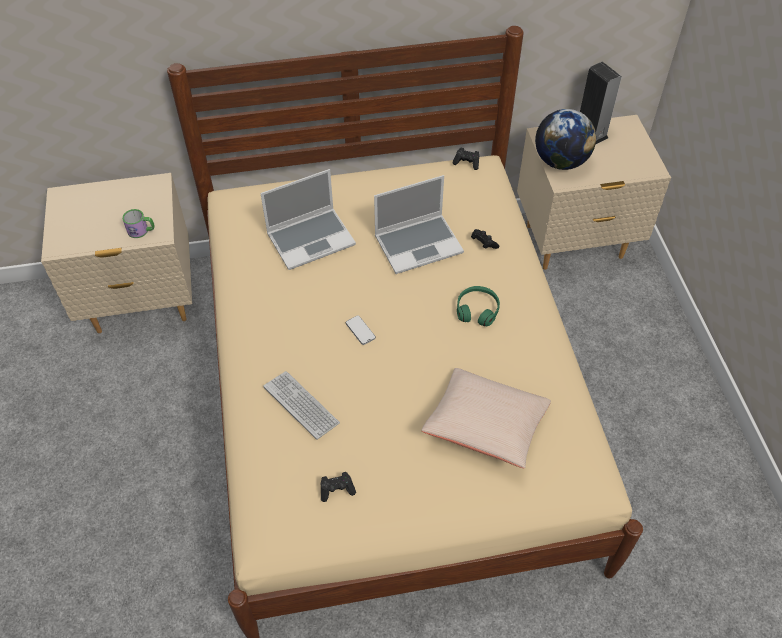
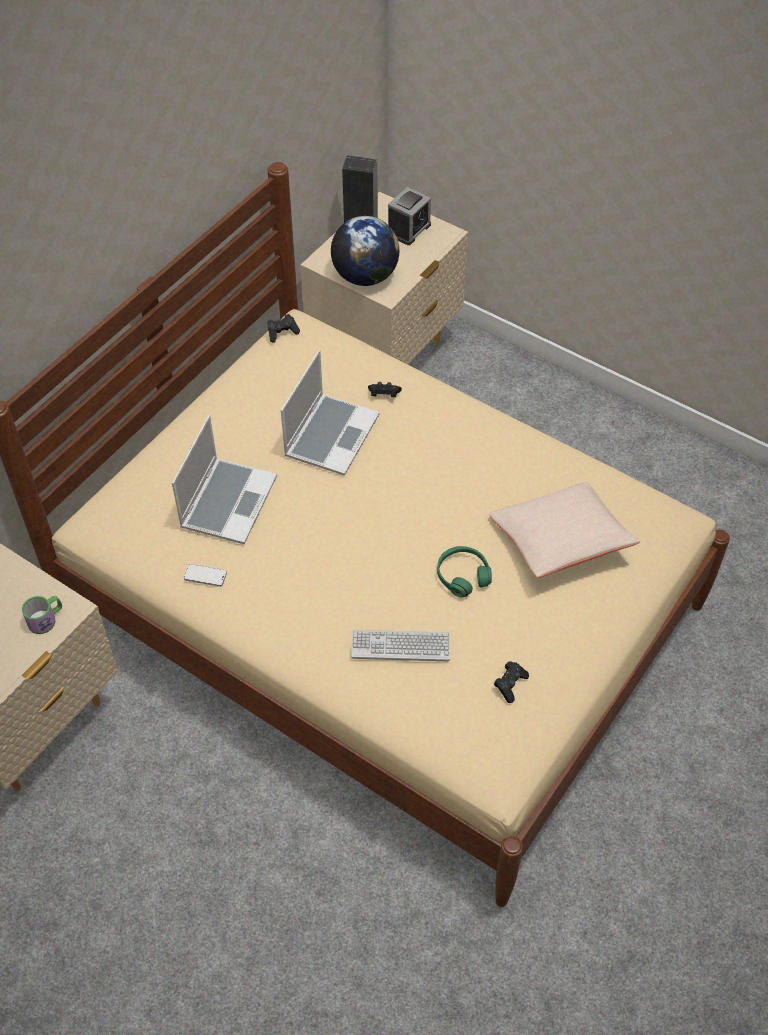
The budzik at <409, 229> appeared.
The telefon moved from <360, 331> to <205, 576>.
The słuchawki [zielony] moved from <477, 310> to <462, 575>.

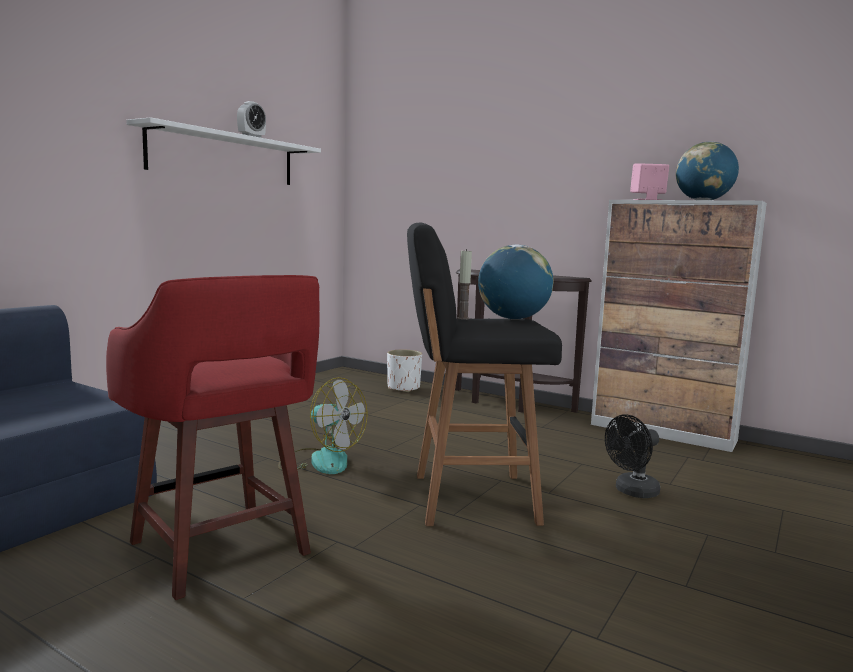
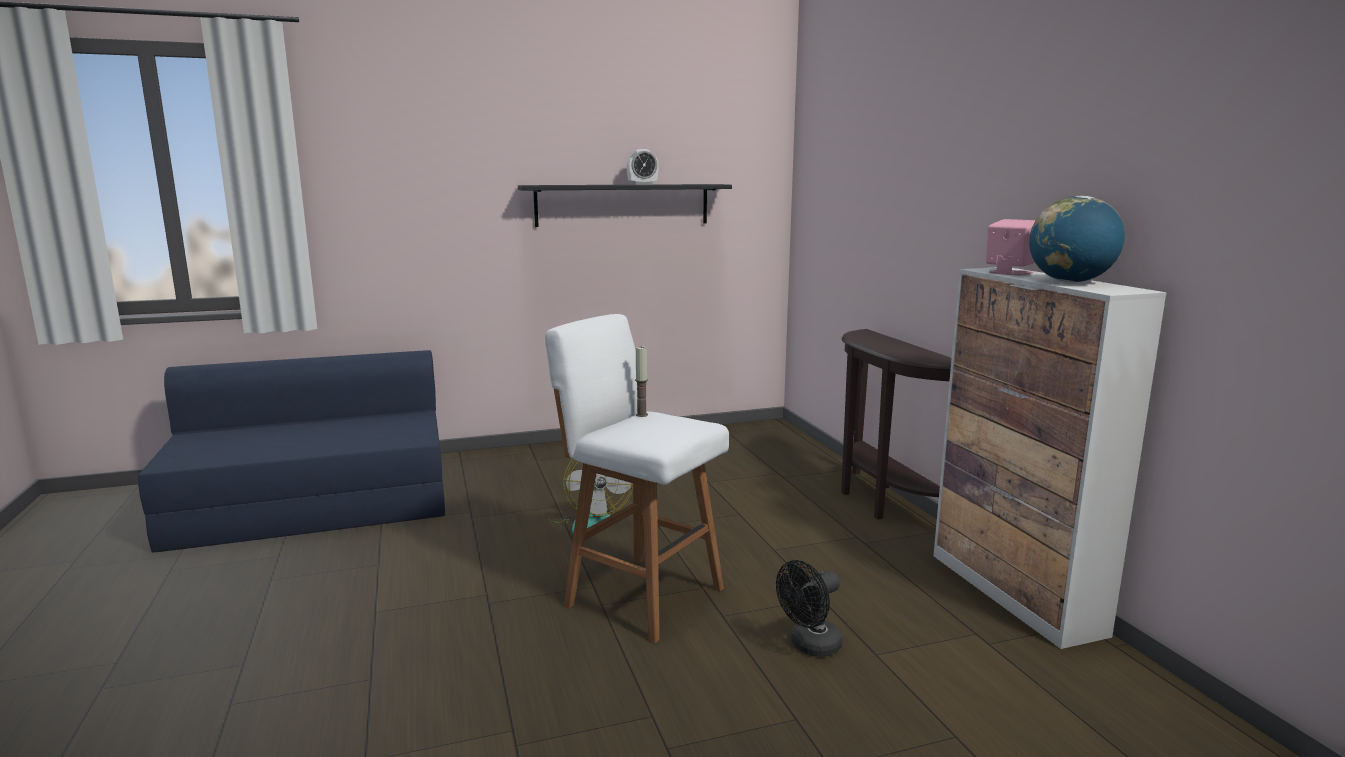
The stołek [czerwony] at <222, 550> disappeared.
The donica [biały] at <403, 388> disappeared.
The globus at <513, 319> disappeared.
The półka [biały] at <224, 157> became the półka [czarny] at <623, 205>.
The stołek [czarny] at <469, 499> became the stołek [biały] at <640, 595>.
The wentylator [czarny] at <632, 492> turned 45 degrees counterclockwise.

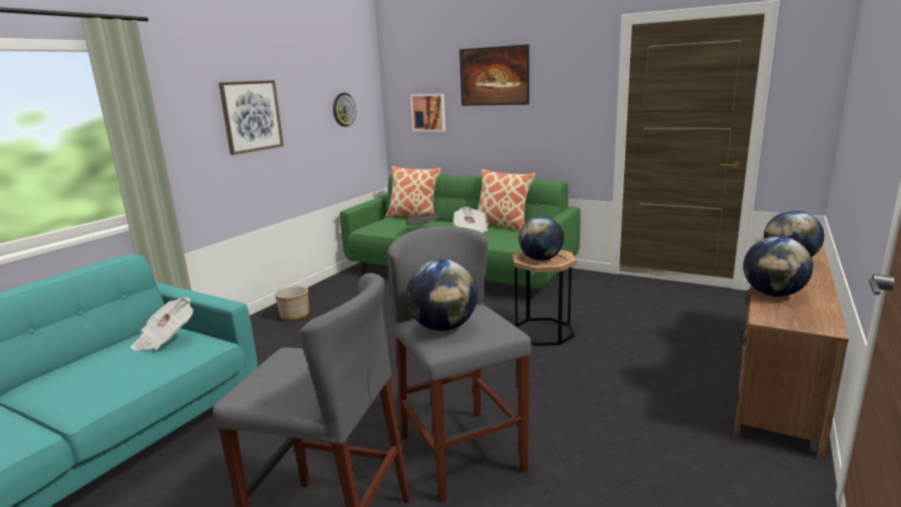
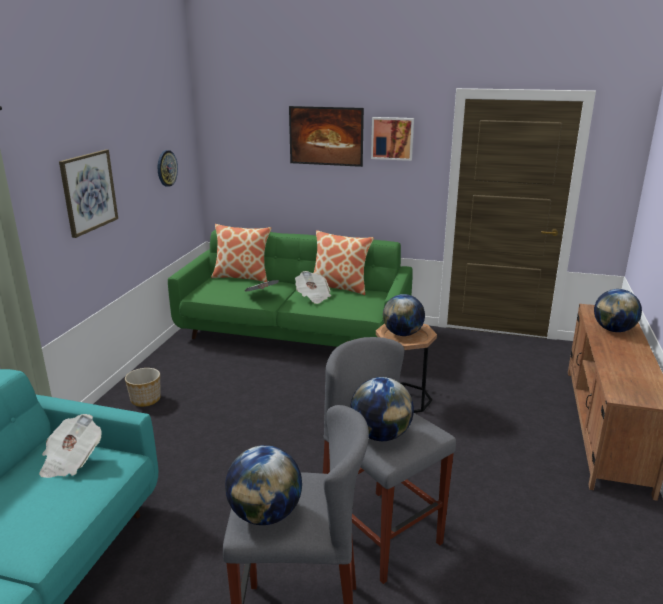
The obraz moved from <429, 112> to <392, 138>.
The globus moved from <773, 294> to <265, 514>.

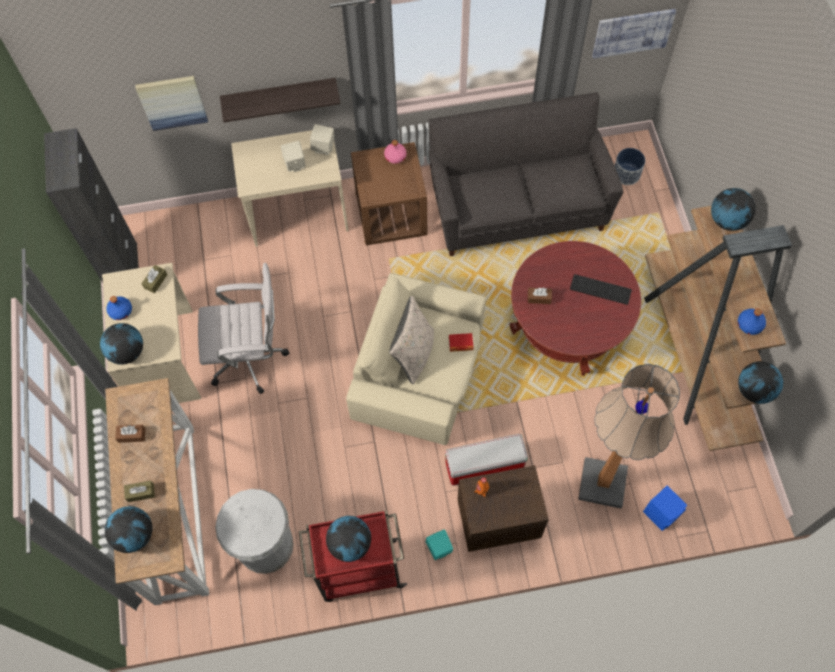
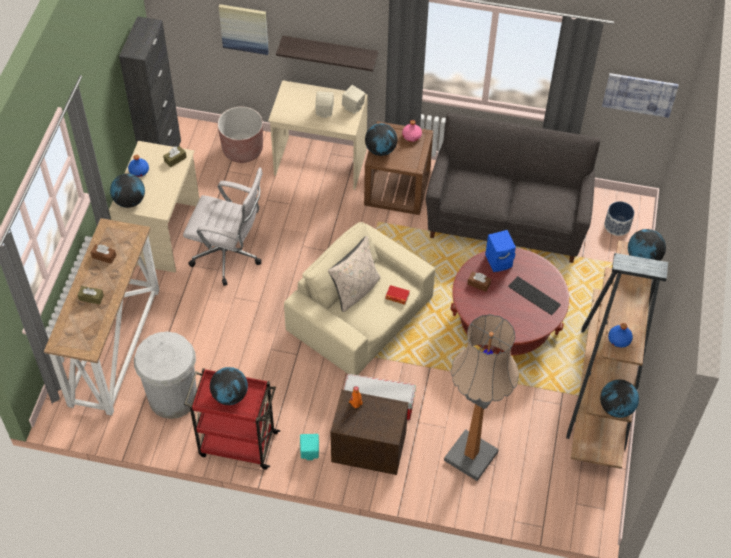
The donica [brązowy] at <242, 150> appeared.
The globus moved from <135, 535> to <380, 150>.
The głośnik [niebieski] moved from <661, 513> to <499, 261>.

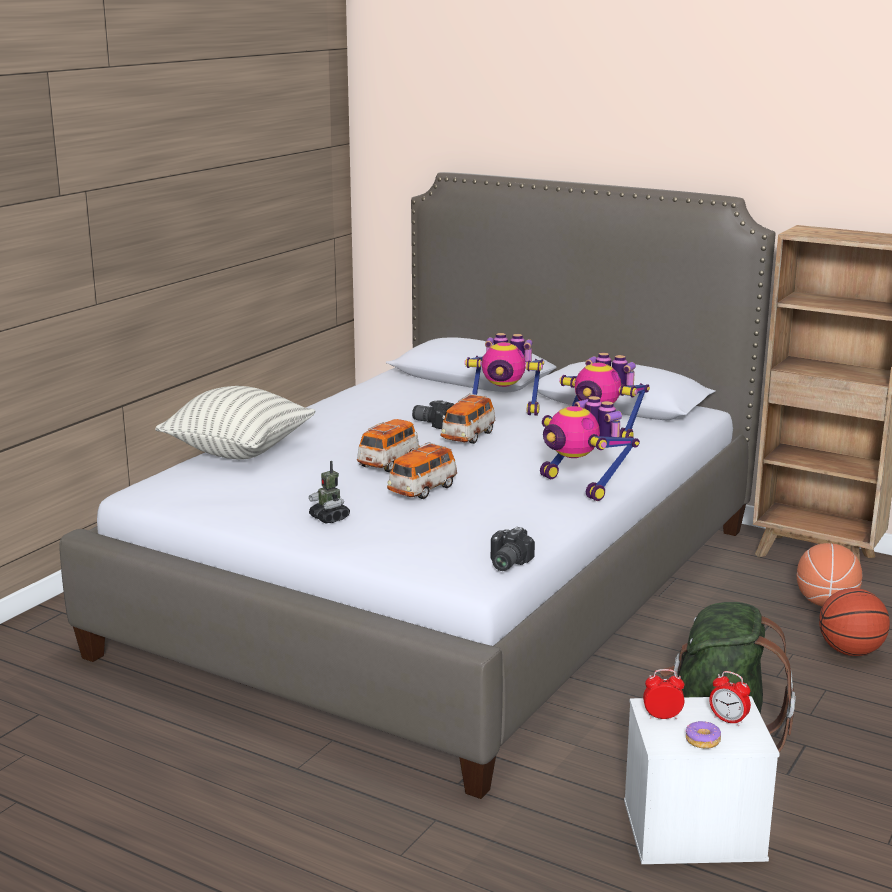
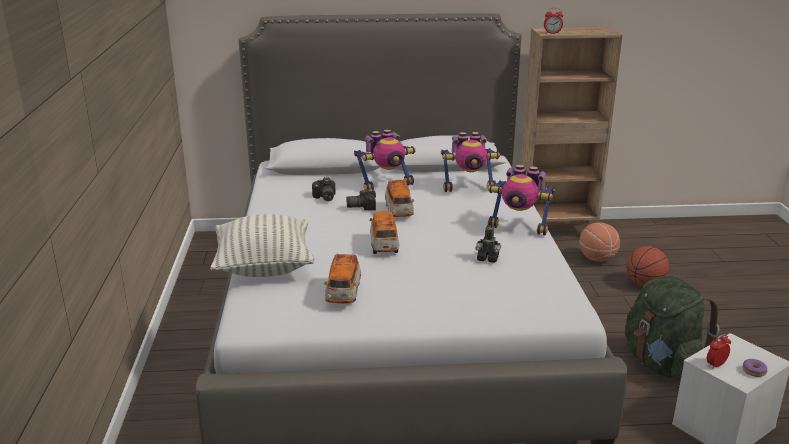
The robot zabawkowy moved from <329, 518> to <488, 258>.
The samochodzik moved from <422, 490> to <343, 293>.
The aparat fotograficzny moved from <505, 563> to <324, 198>.
The budzik moved from <728, 720> to <552, 33>.

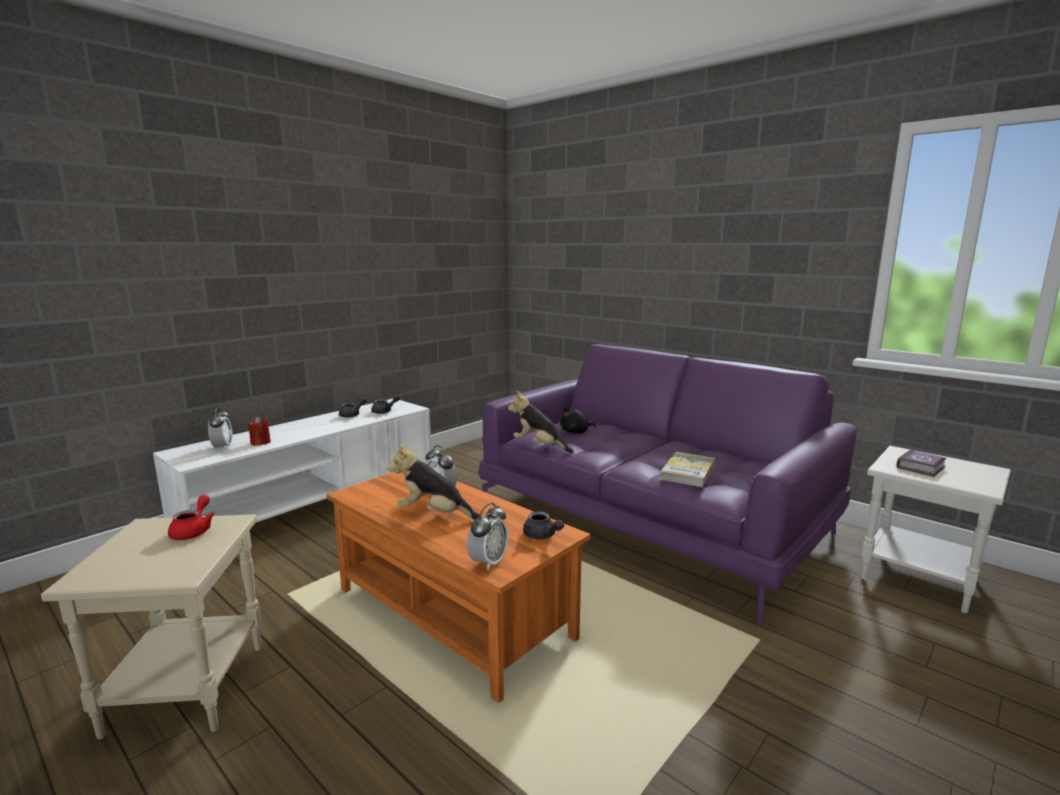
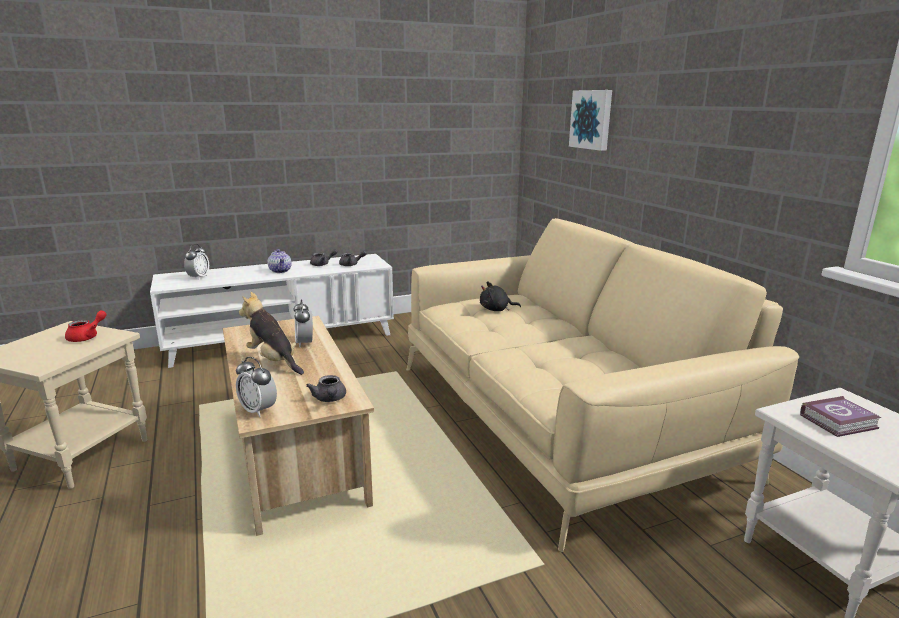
The świeca [czerwony] at <260, 442> disappeared.
The pluszak at <539, 446> disappeared.
The książka at <688, 472> disappeared.
The imbryk at <280, 271> appeared.
The obraz at <592, 119> appeared.
The ława [pomarańczowy] at <453, 613> became the ława [beżowy] at <296, 453>.
The kanapa [fioletowy] at <652, 522> became the kanapa [beżowy] at <559, 418>.
The budzik at <488, 562> turned 75 degrees clockwise.

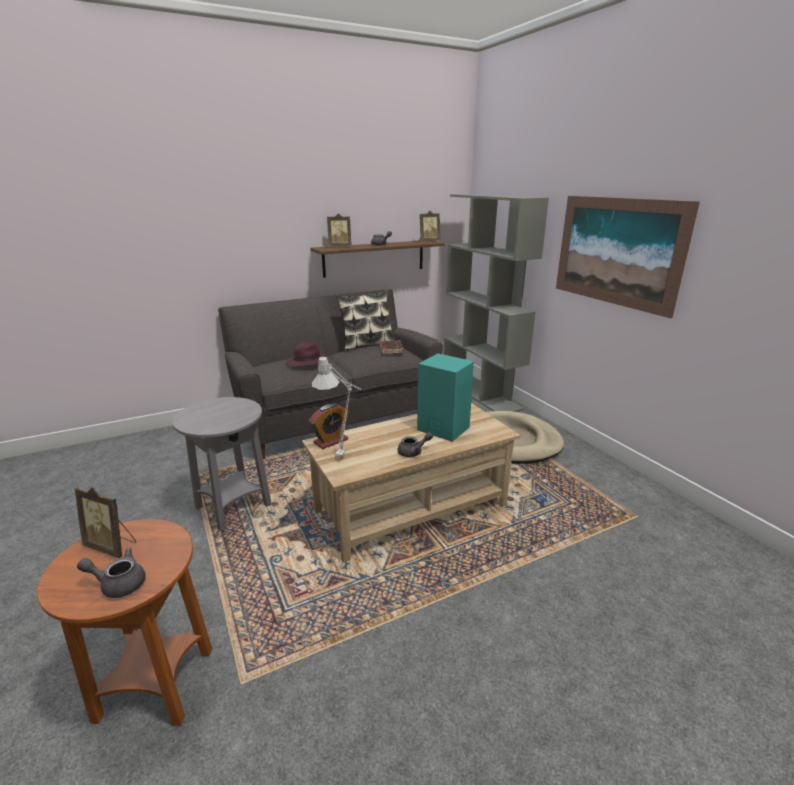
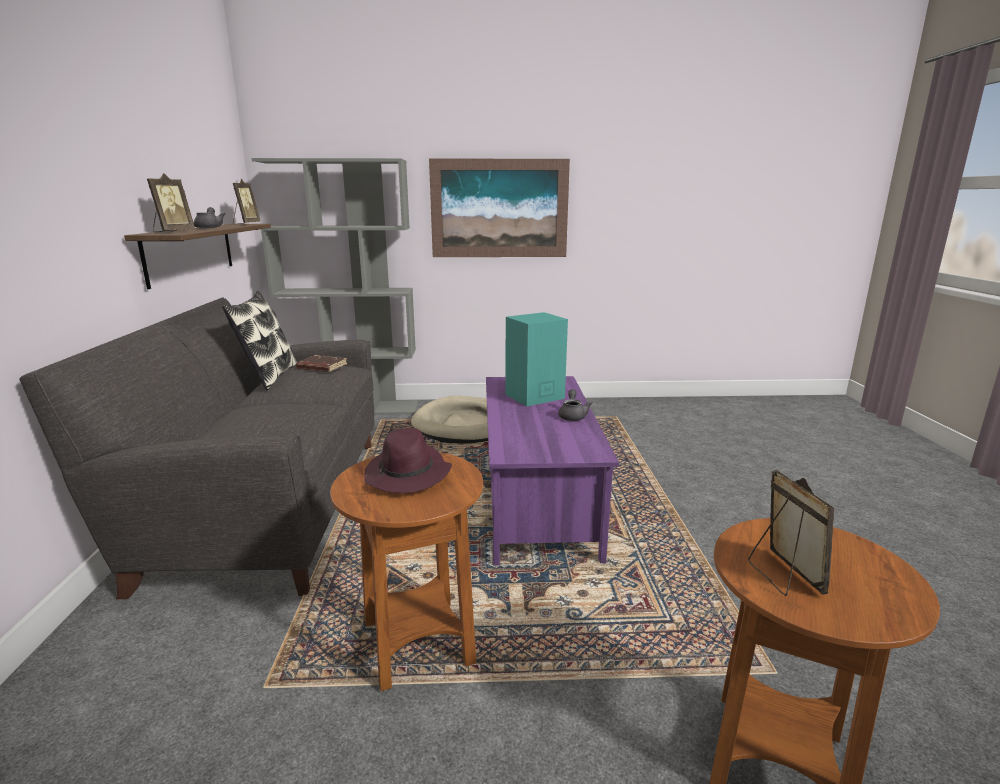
The imbryk [szary] at <118, 583> disappeared.
The budzik at <331, 441> disappeared.
The lampa stołowa [szary] at <344, 454> disappeared.
The kapelusz [fioletowy] moved from <306, 363> to <408, 475>.
The stolik [szary] at <233, 506> became the stolik [brązowy] at <417, 642>.
The ława [beżowy] at <411, 508> became the ława [fioletowy] at <536, 501>.
The ramka na zdjęcie at <112, 546> turned 60 degrees counterclockwise.

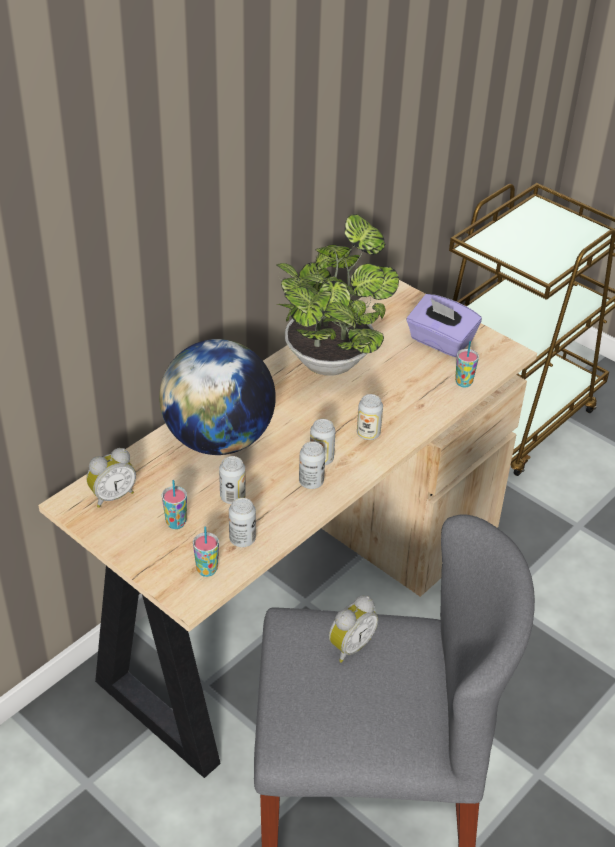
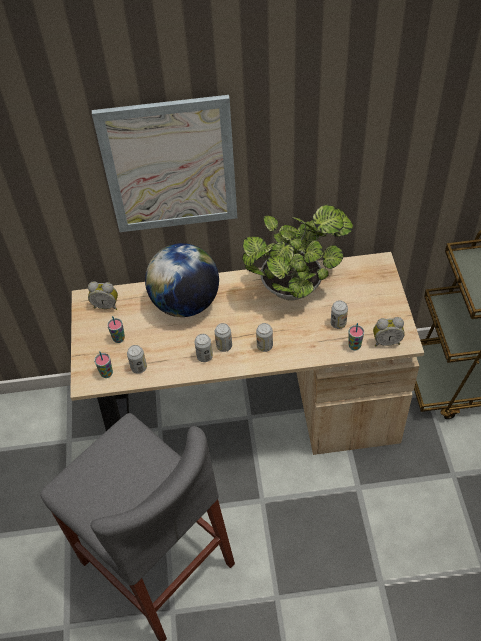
The pudełko chusteczek [fioletowy] at <440, 341> disappeared.
The obraz at <170, 166> appeared.
The puszka moved from <232, 497> to <338, 323>.
The budzik moved from <349, 645> to <386, 341>.

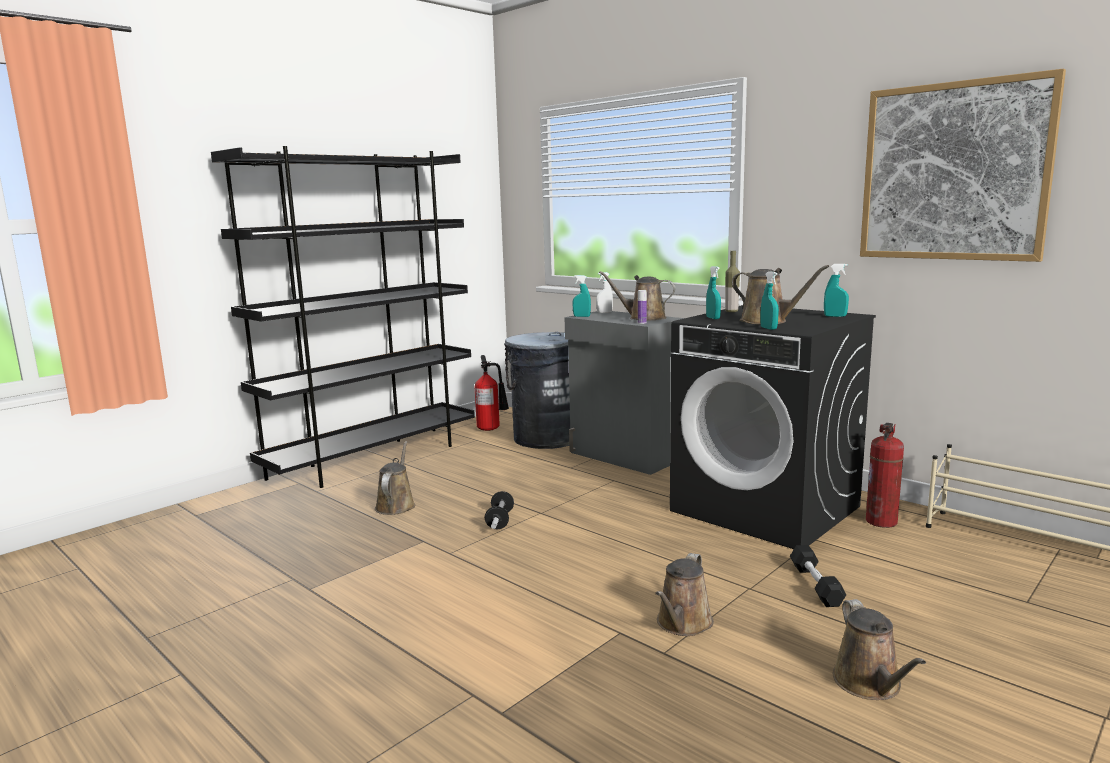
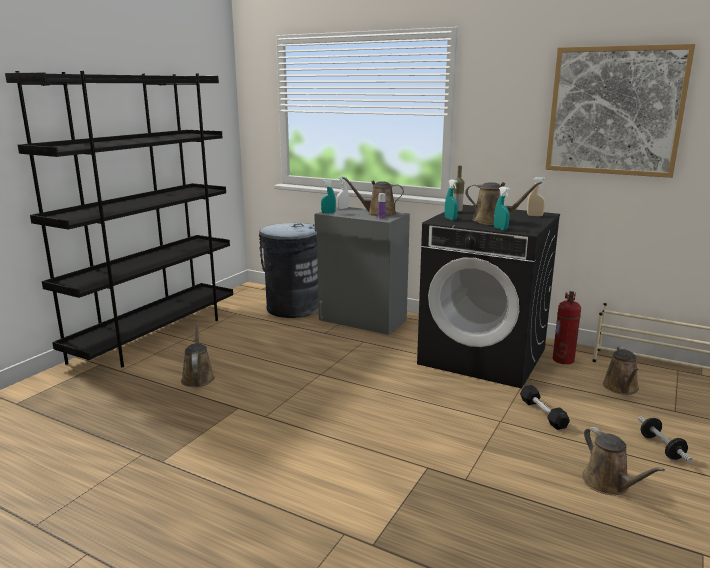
The gaśnica at <491, 428> disappeared.
The hantel moved from <500, 521> to <661, 448>.
The konewka [brązowy] moved from <682, 624> to <621, 388>.
The spryskiwacz [turkusowy] at <835, 316> became the spryskiwacz [beżowy] at <535, 215>.

